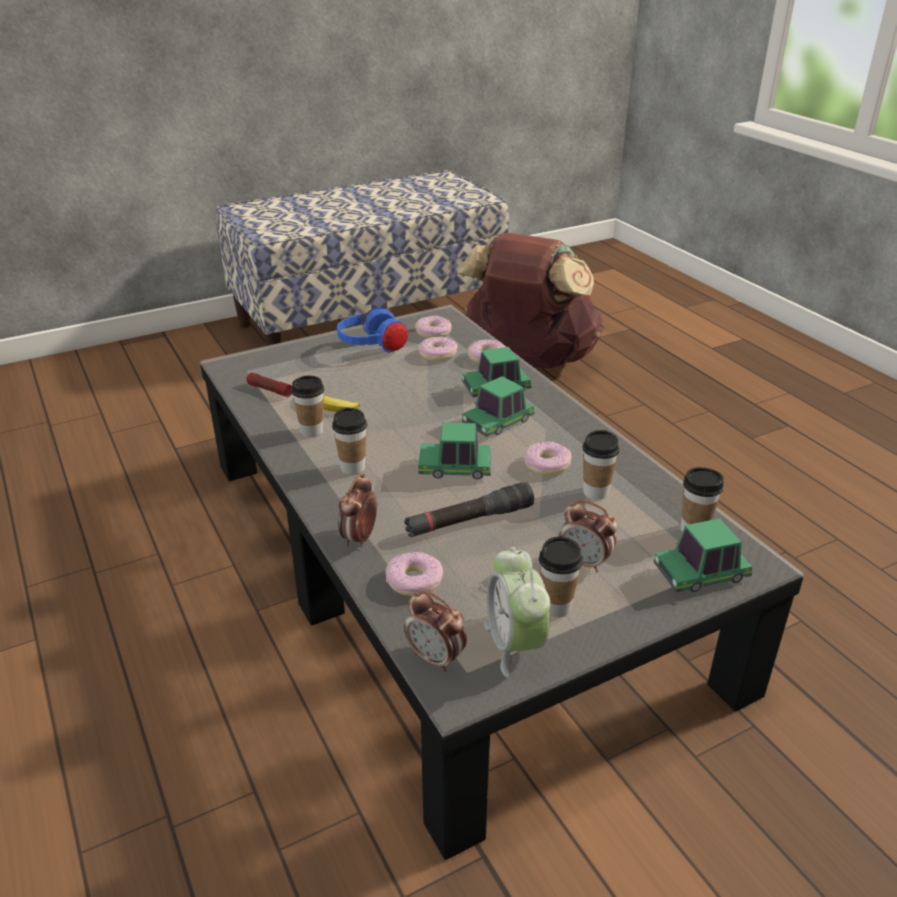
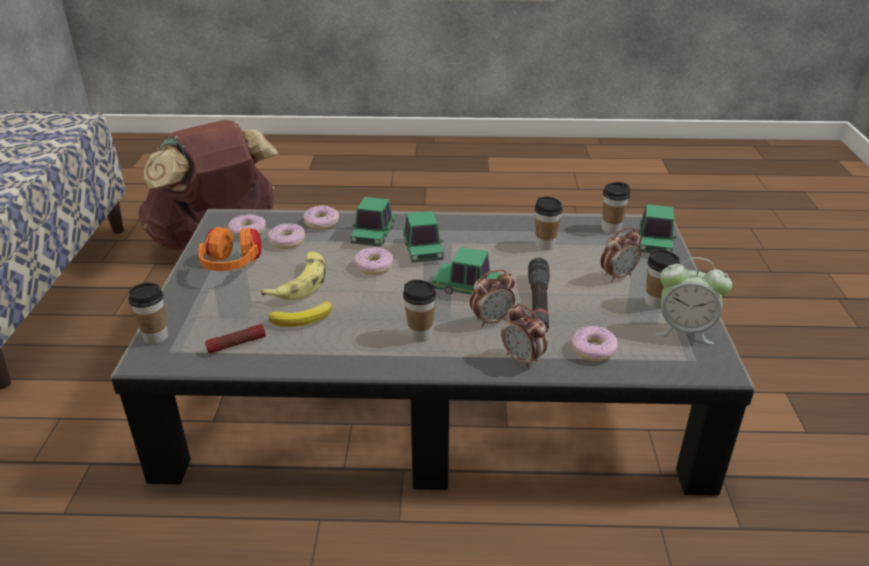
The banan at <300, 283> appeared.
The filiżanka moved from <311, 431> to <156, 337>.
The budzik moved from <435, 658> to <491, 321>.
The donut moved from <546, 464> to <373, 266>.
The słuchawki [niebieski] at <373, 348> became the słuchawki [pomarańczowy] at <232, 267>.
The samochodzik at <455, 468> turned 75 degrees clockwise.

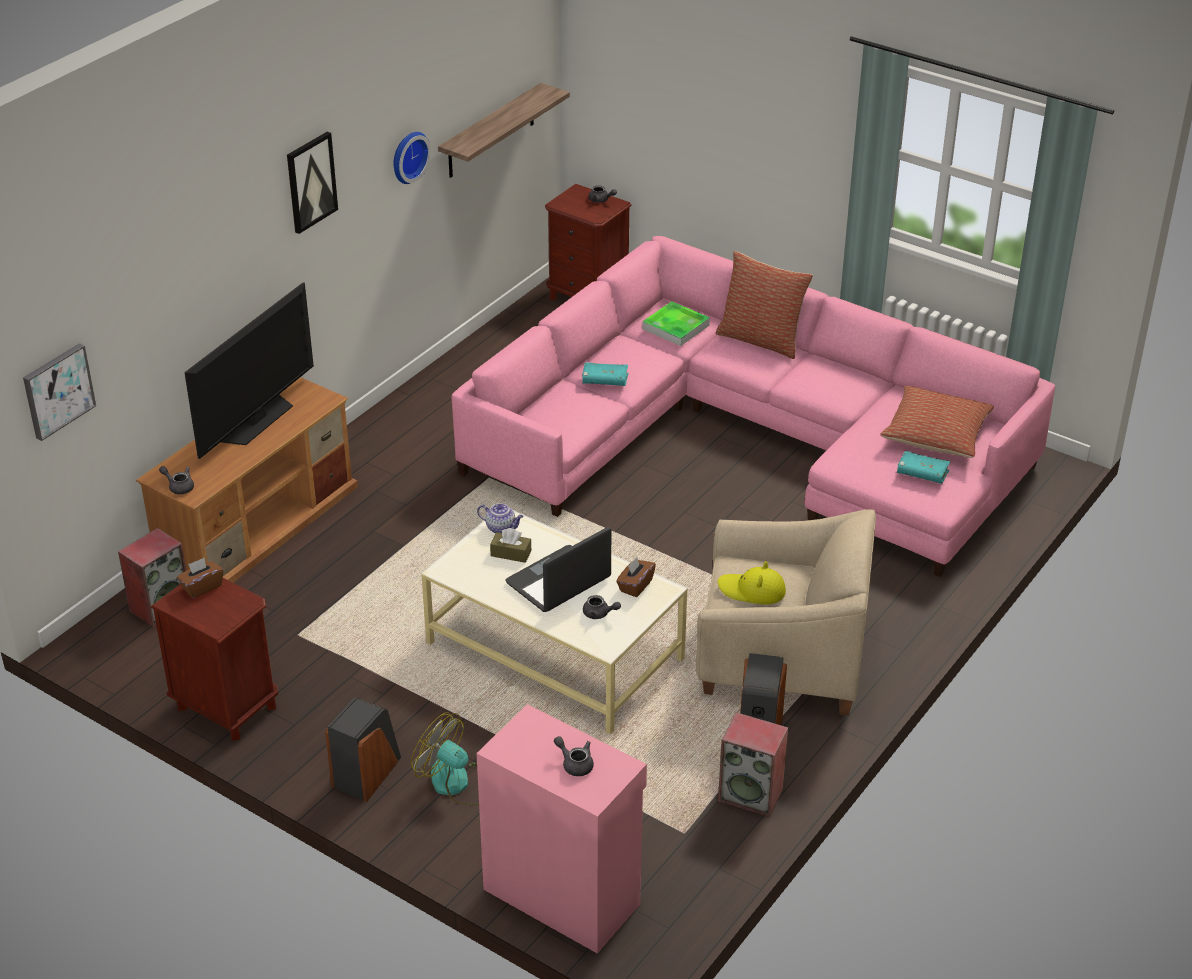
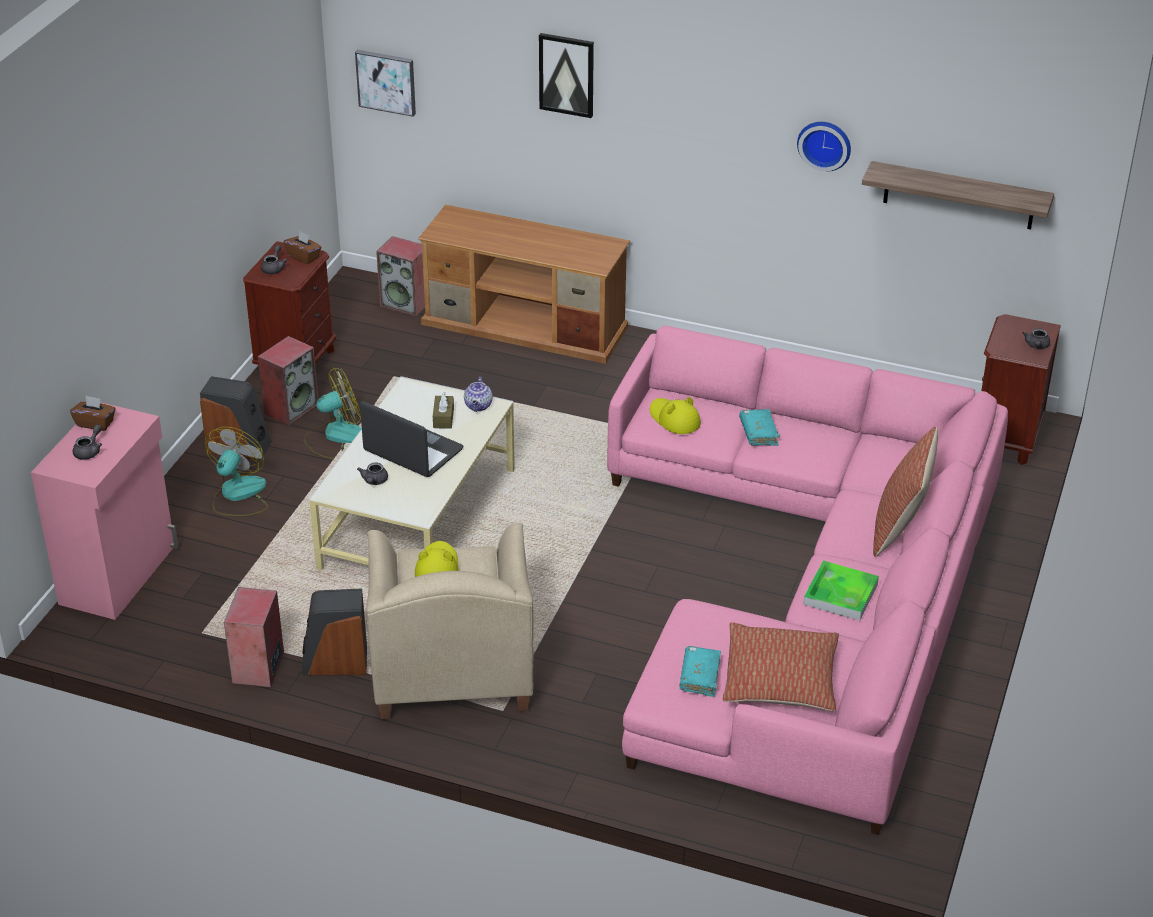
The telewizor at <256, 420> disappeared.
The głośnik at <291, 408> appeared.
The wentylator at <335, 436> appeared.
The kapelusz [żółty] at <674, 419> appeared.
The imbryk [szary] moved from <179, 486> to <274, 268>.
The obraz moved from <311, 182> to <567, 74>.
The pudełko chusteczek [brązowy] moved from <635, 586> to <95, 423>.
The taca moved from <676, 327> to <840, 594>.

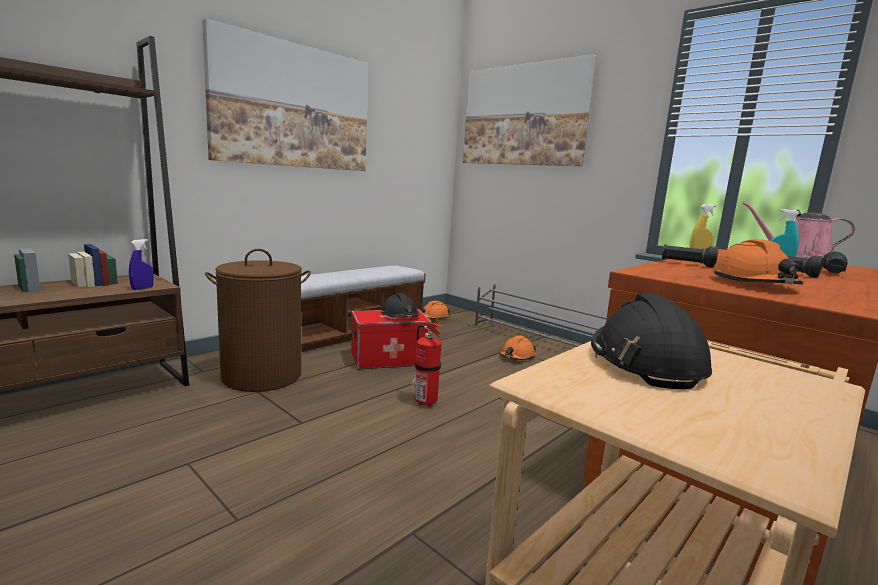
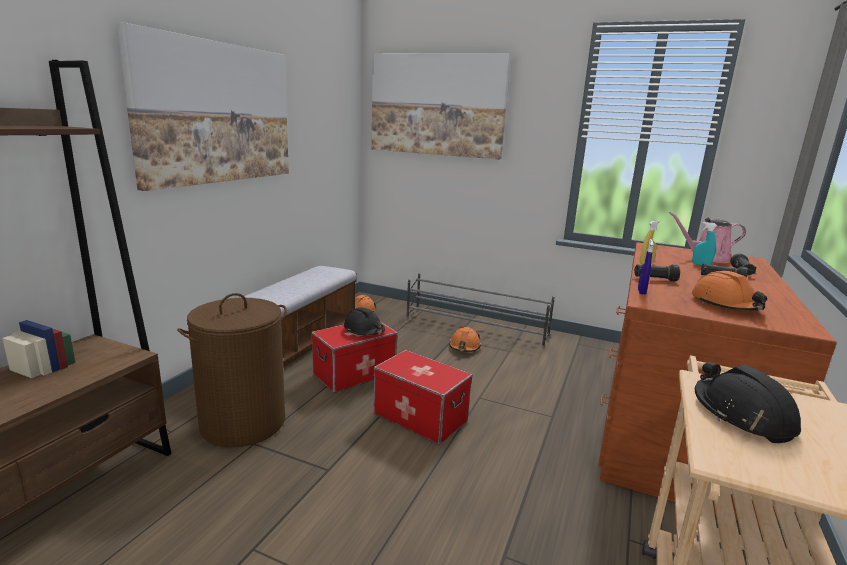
The spryskiwacz [niebieski] moved from <142, 288> to <641, 292>.
The gaśnica at <423, 402> was replaced by the pojemnik do przechowywania at <420, 417>.

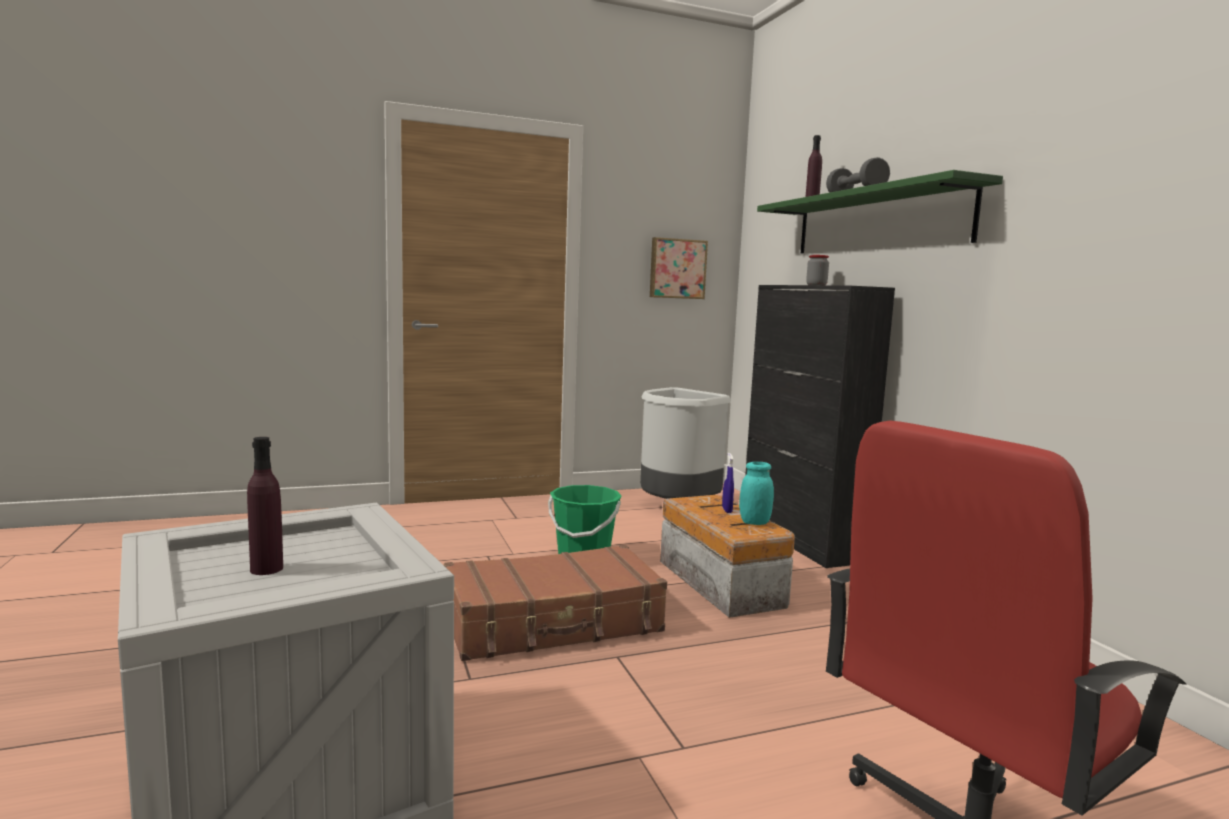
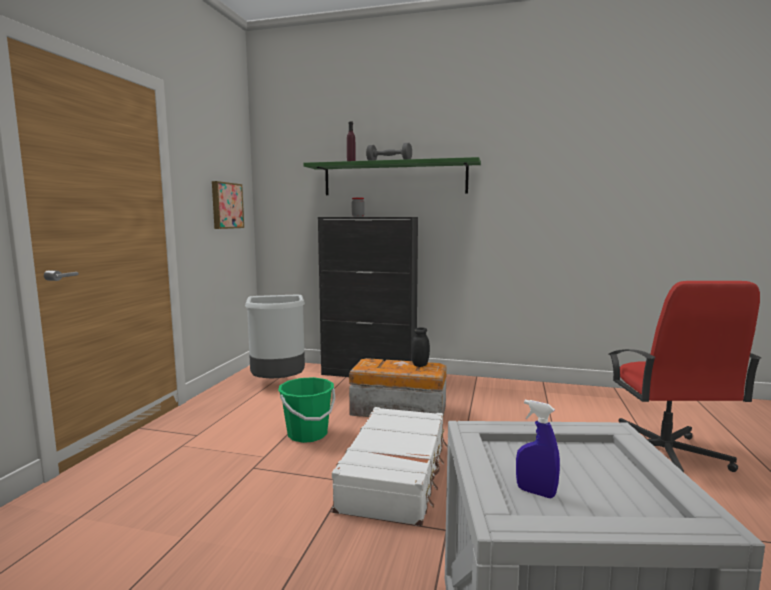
The butelka [fioletowy] at <267, 569> disappeared.
The spryskiwacz [niebieski] moved from <727, 510> to <535, 492>.
The walizka [brązowy] at <553, 623> became the walizka [biały] at <396, 475>.
The słoik [turkusowy] at <754, 522> became the słoik [czarny] at <420, 365>.

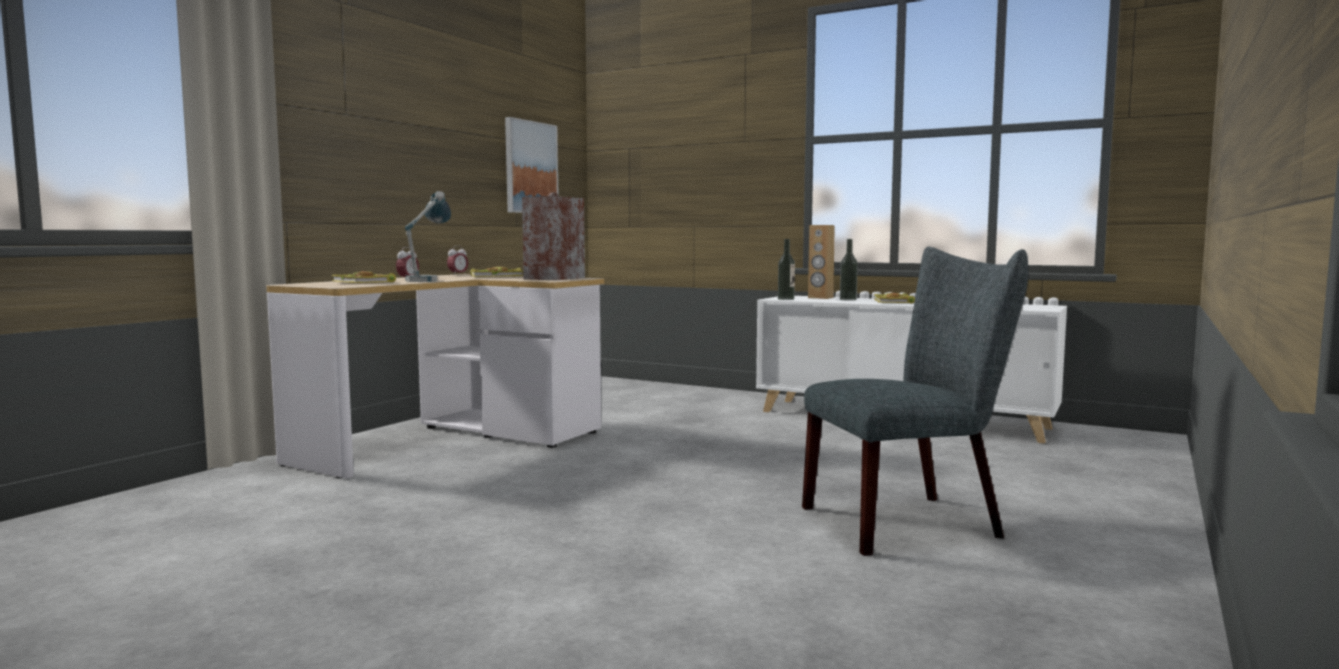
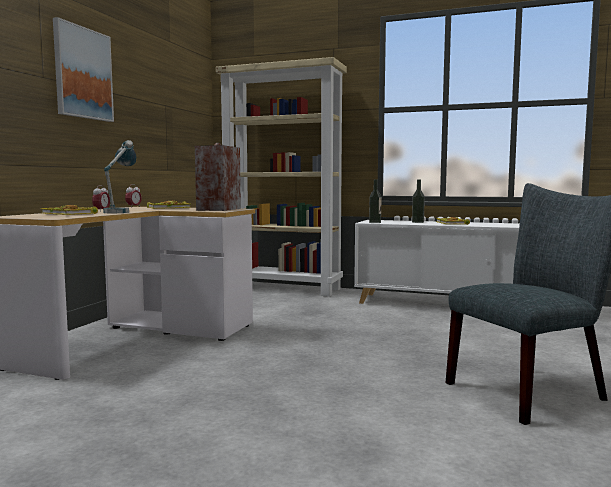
The głośnik [brązowy] at <820, 298> disappeared.
The regał [beżowy] at <283, 288> appeared.
The obraz moved from <530, 167> to <83, 73>.

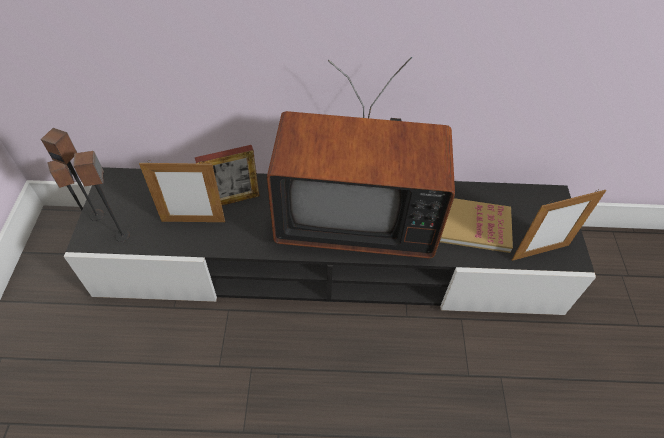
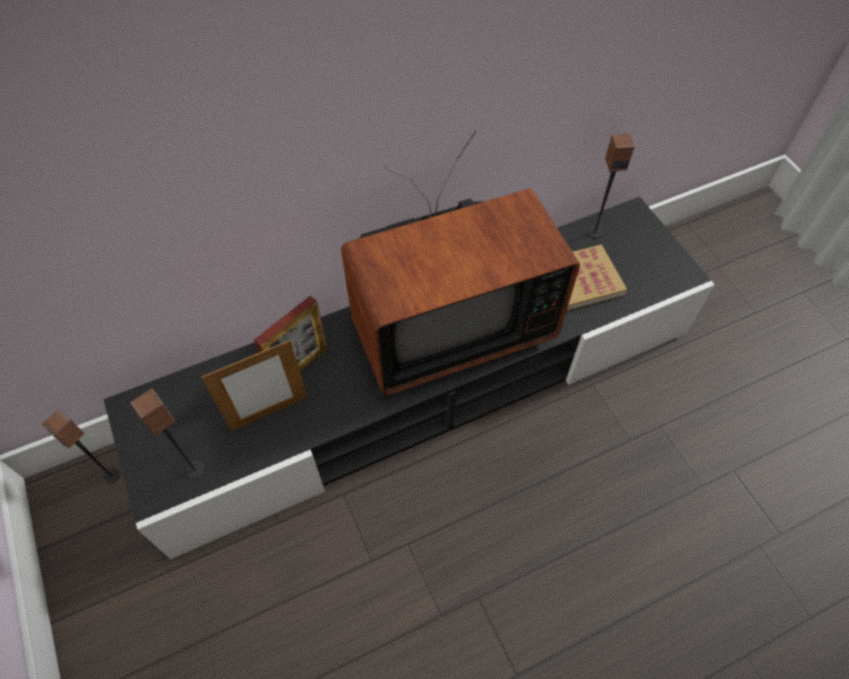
The ramka na zdjęcie at <540, 252> disappeared.
The głośnik moved from <97, 214> to <594, 232>.

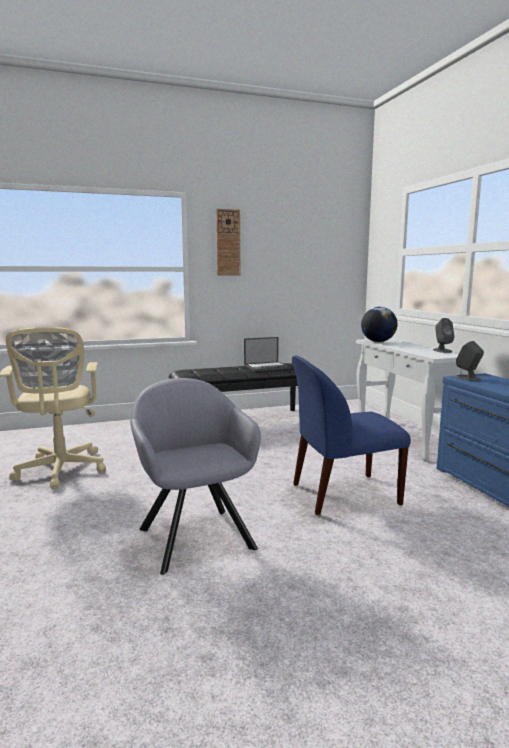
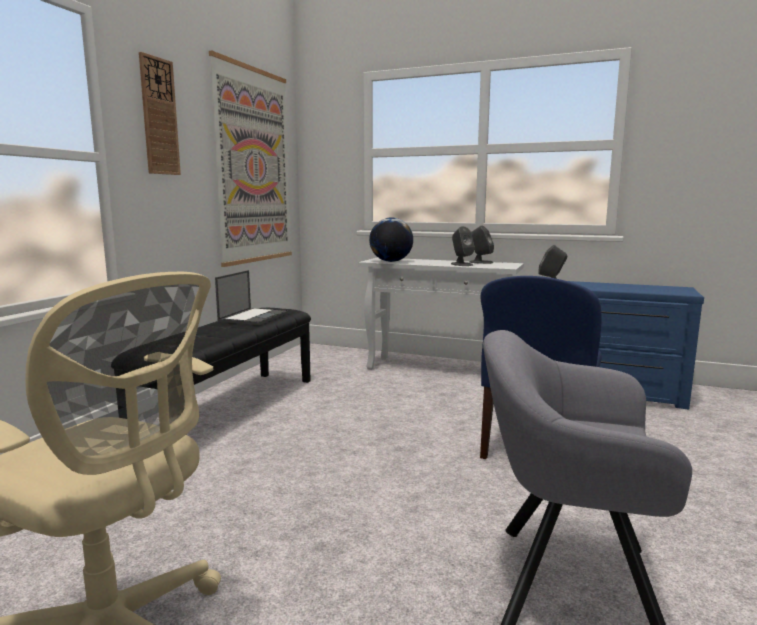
The obraz at <254, 166> appeared.
The głośnik [szary] at <461, 264> appeared.

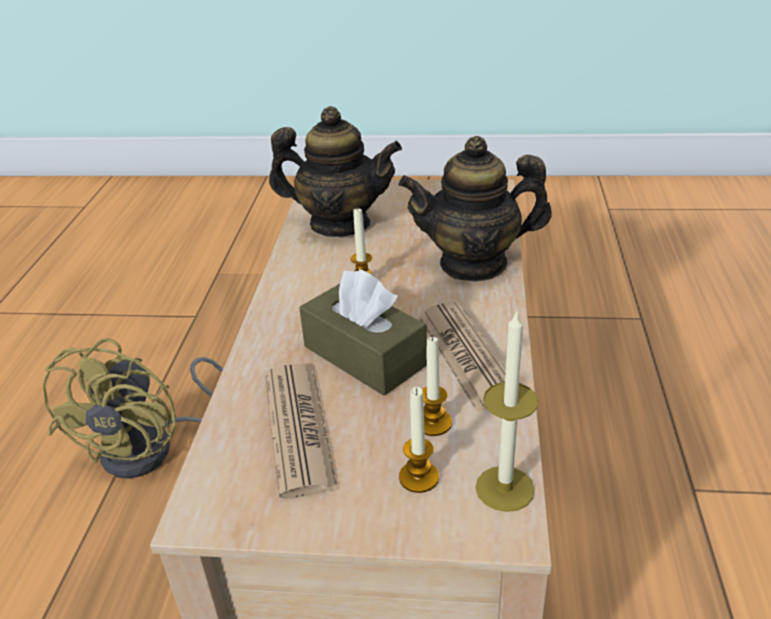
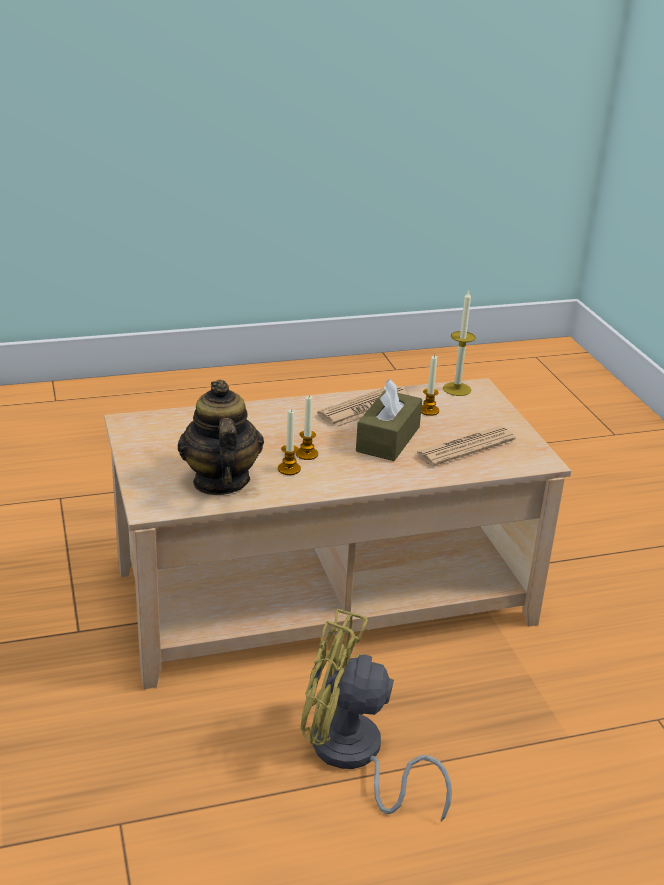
The imbryk at <474, 263> disappeared.
The świeca moved from <419, 477> to <289, 469>.
The wentylator [żółty] at <153, 447> turned 150 degrees counterclockwise.

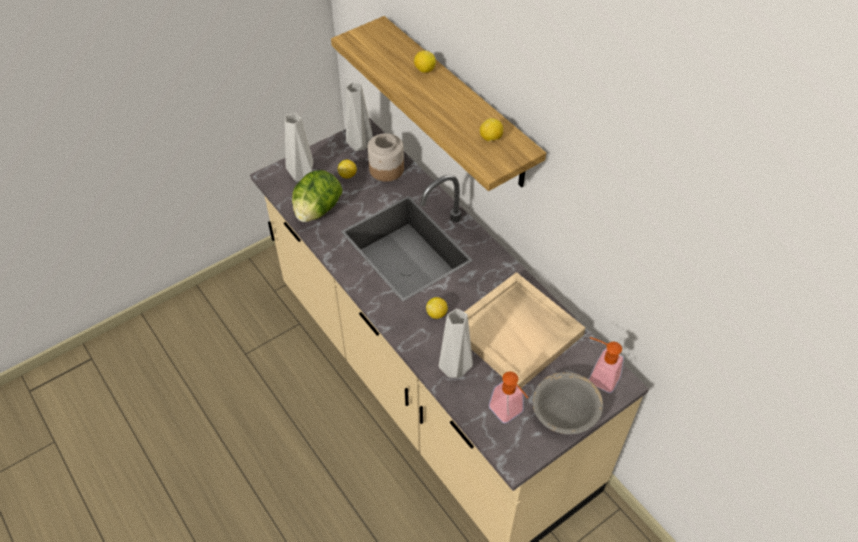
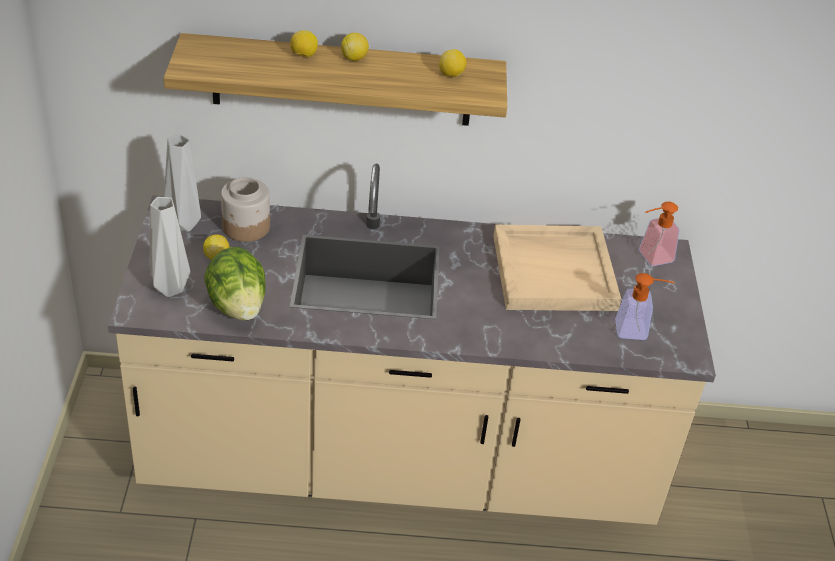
The wazon [szary] at <455, 368> disappeared.
The miska [szary] at <564, 412> disappeared.
The cytryna moved from <437, 314> to <354, 58>.

